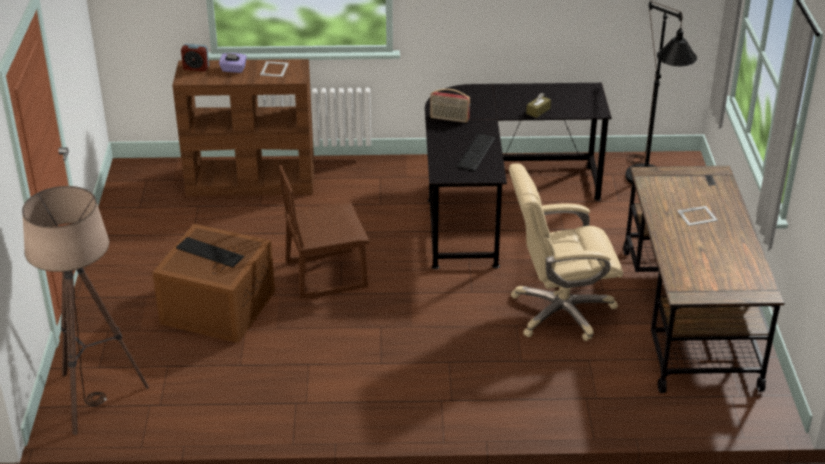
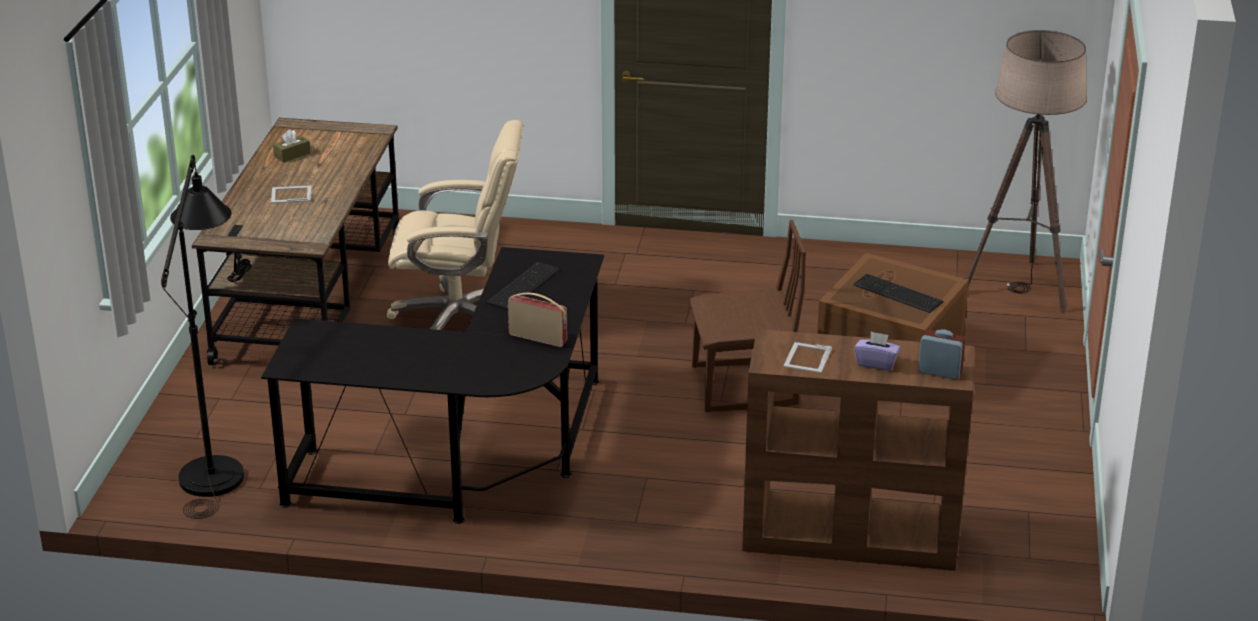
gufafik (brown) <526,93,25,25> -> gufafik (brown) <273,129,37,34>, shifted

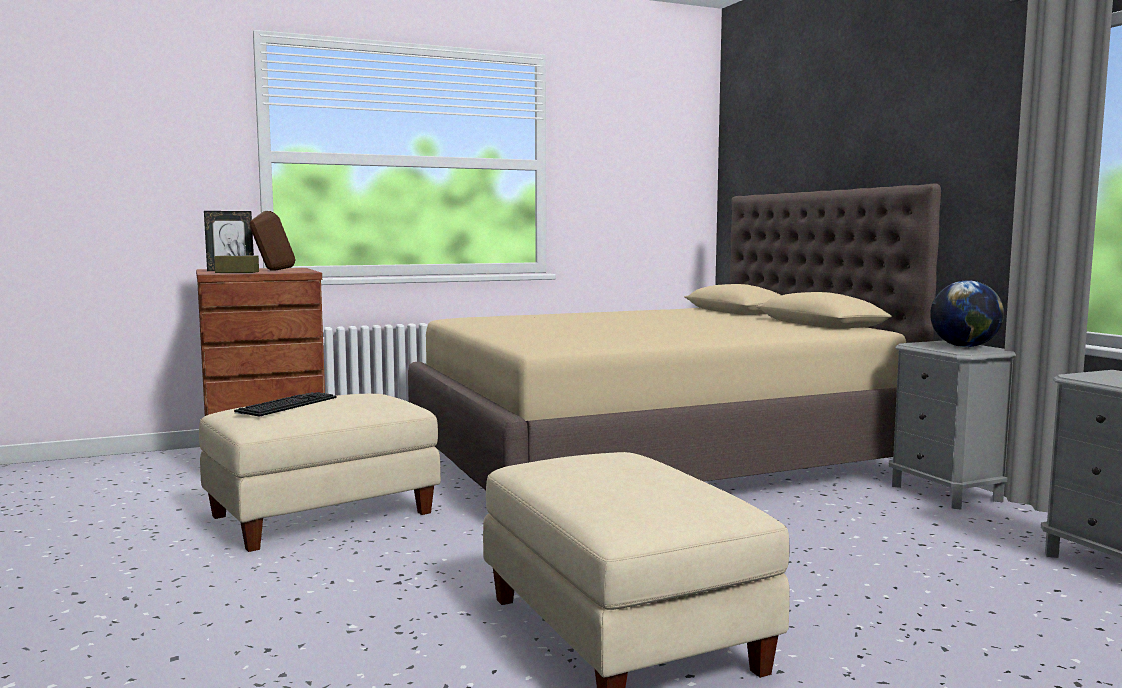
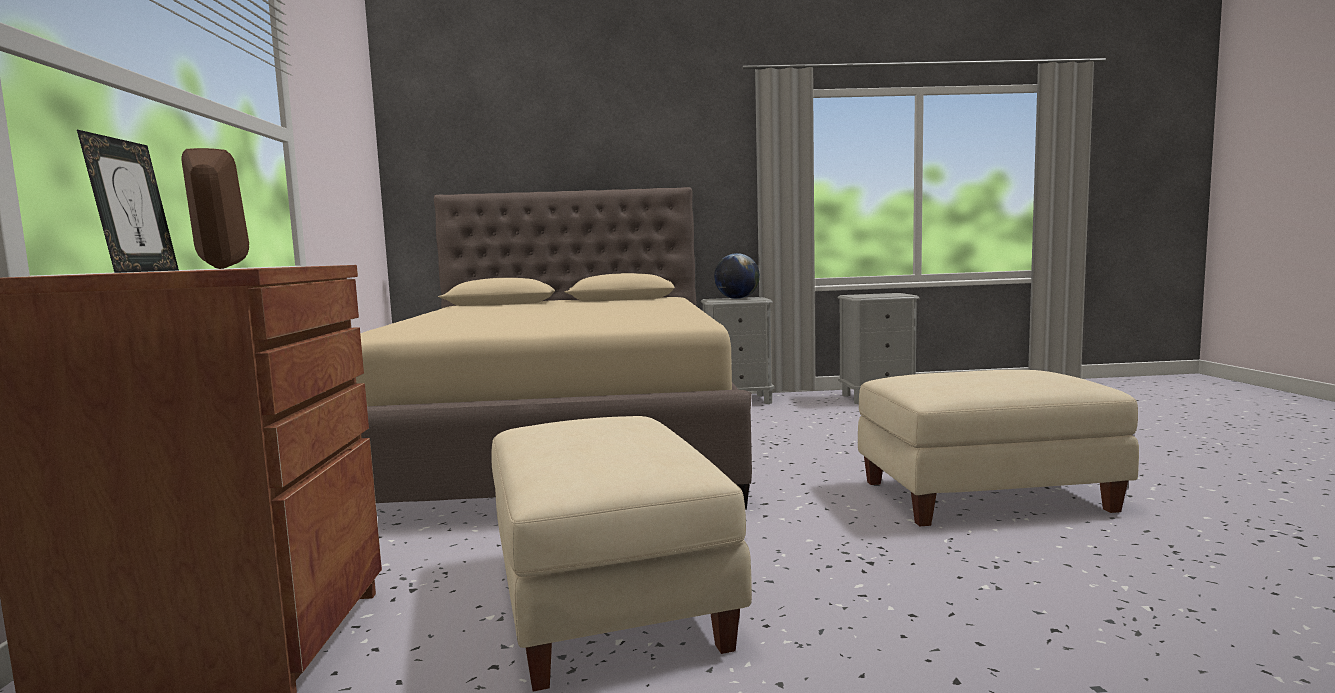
gufafik (brown) <214,240,45,33> -> none
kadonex <234,392,102,25> -> none

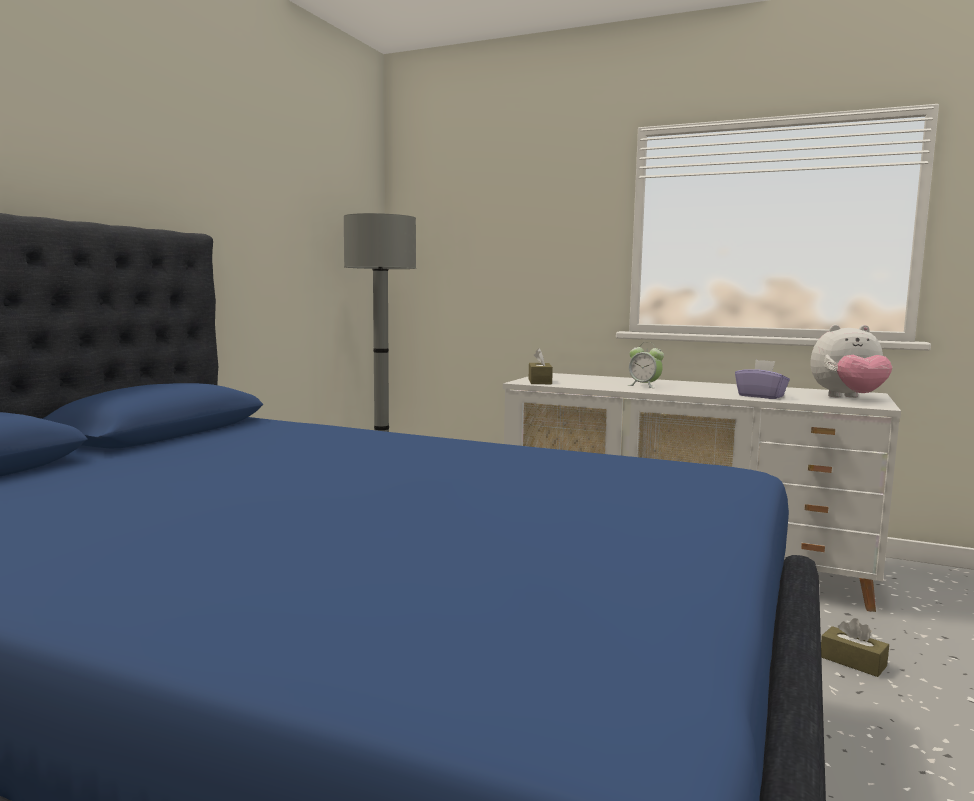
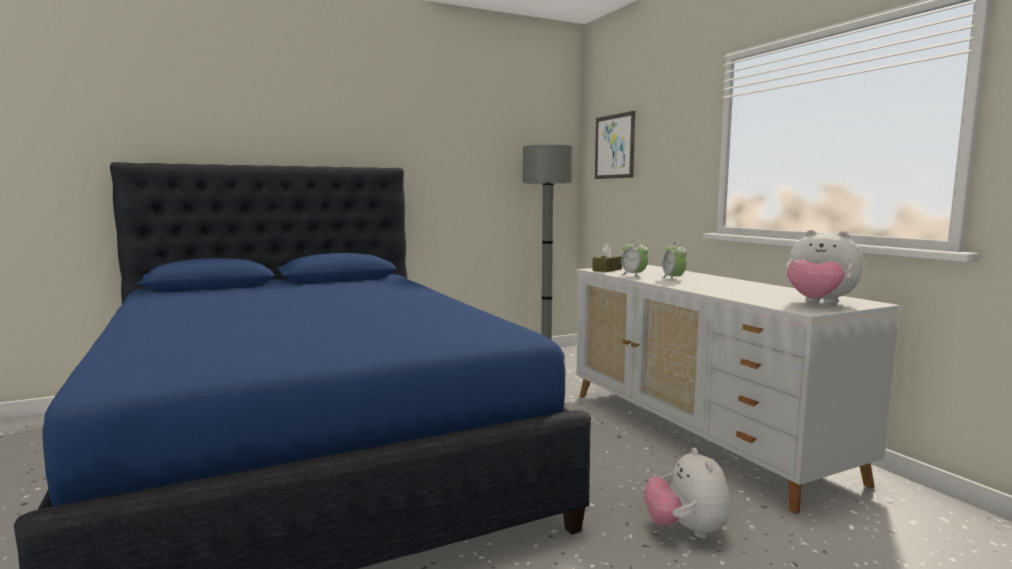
none -> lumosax <595,111,40,68>
none -> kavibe <621,240,27,38>
gufafik (brown) <821,618,68,59> -> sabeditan <644,448,87,91>
gufafik (purple) <735,360,55,39> -> none

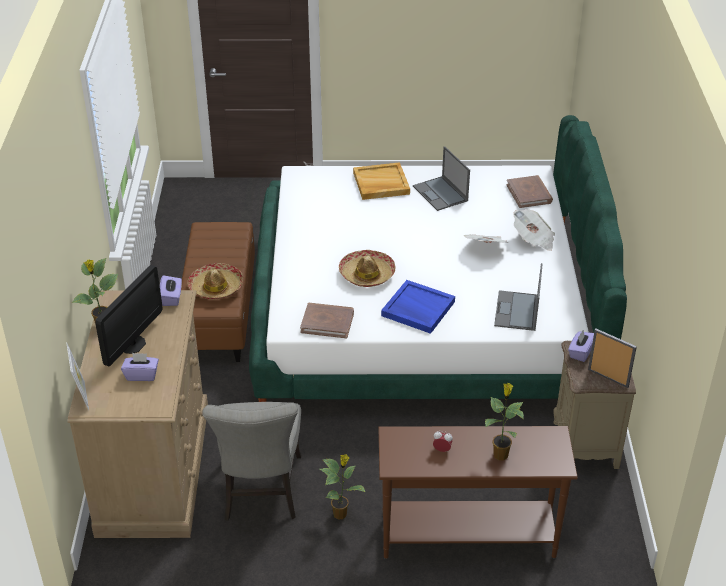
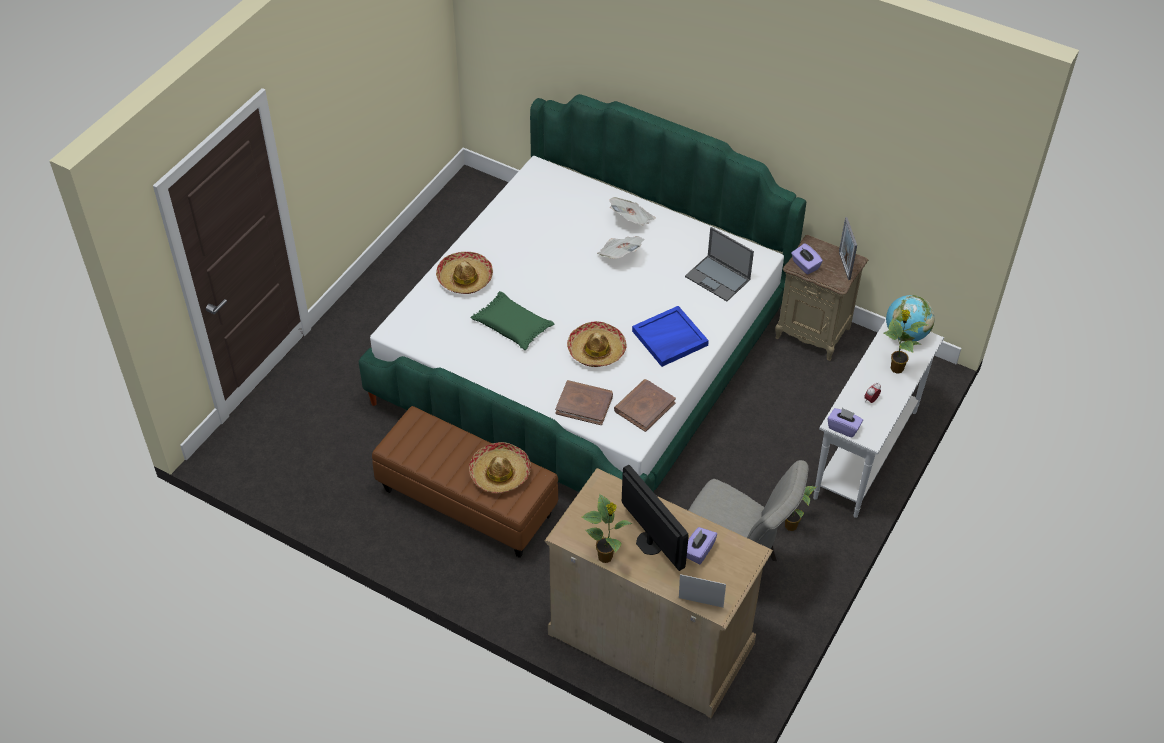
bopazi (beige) <353,162,57,38> -> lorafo <436,252,57,42>
none -> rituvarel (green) <470,291,84,59>
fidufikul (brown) <506,175,47,33> -> fidufikul (brown) <555,380,58,45>, shifted
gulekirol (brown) <379,426,199,133> -> gulekirol (white) <813,320,131,198>
gufafik (purple) <160,275,22,31> -> gufafik (purple) <827,408,36,30>, shifted
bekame <588,329,49,59> -> bekame <839,217,18,63>, 75 degrees counterclockwise
none -> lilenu <886,295,49,47>
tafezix <413,146,57,65> -> none

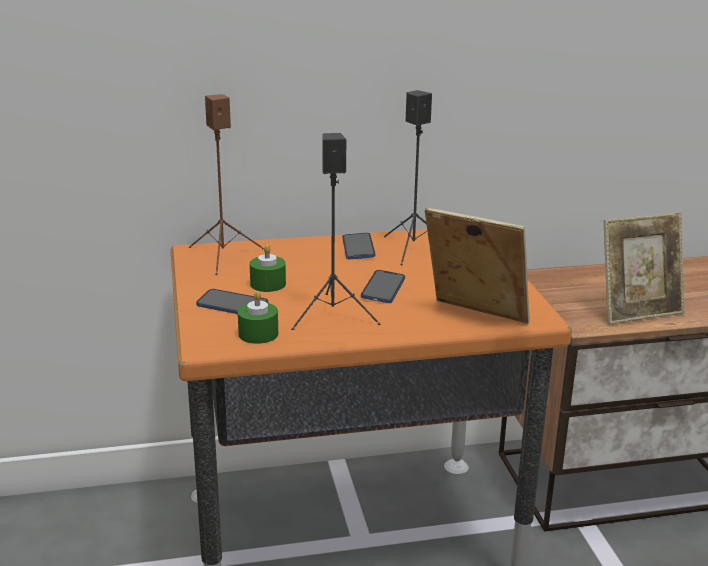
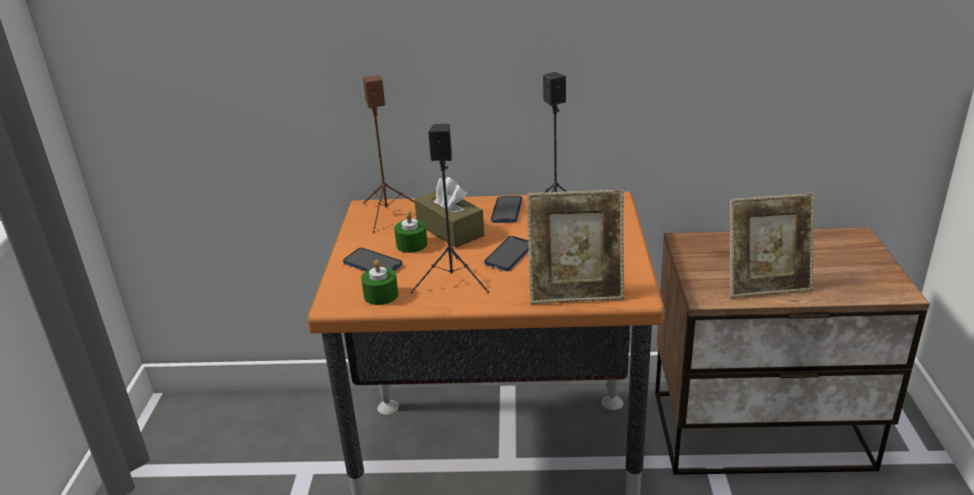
none -> gufafik (brown) <414,177,70,71>
bekame <425,208,105,116> -> bekame <527,190,97,114>, 135 degrees clockwise

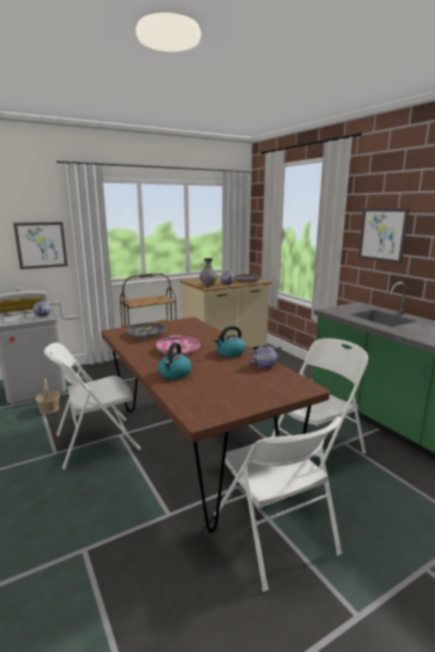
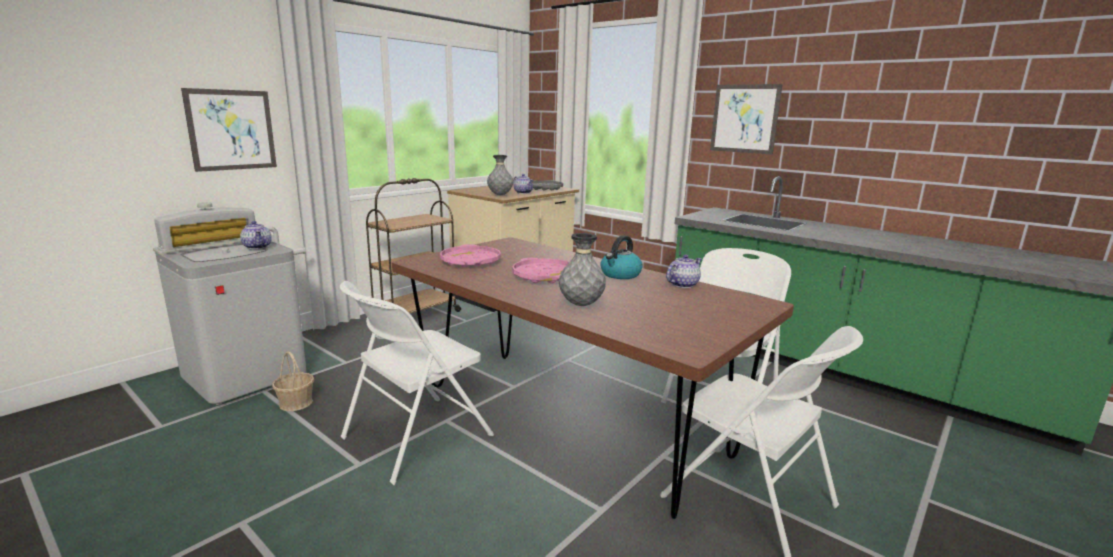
bopazi (grey) <126,322,40,16> -> bopazi (pink) <440,244,61,23>
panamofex <158,343,34,36> -> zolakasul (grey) <559,233,47,73>

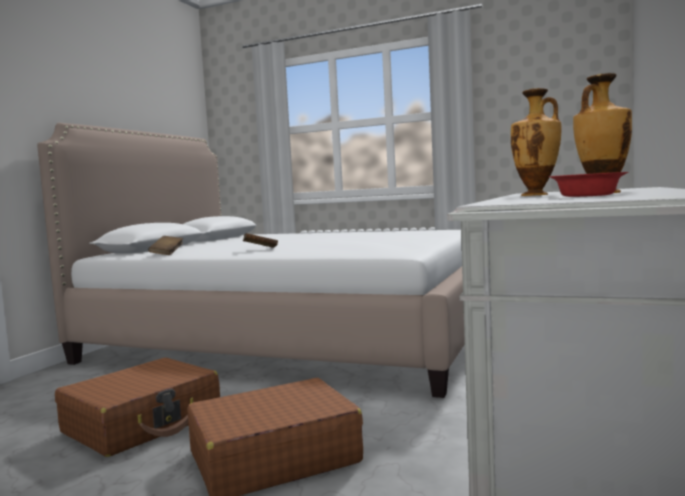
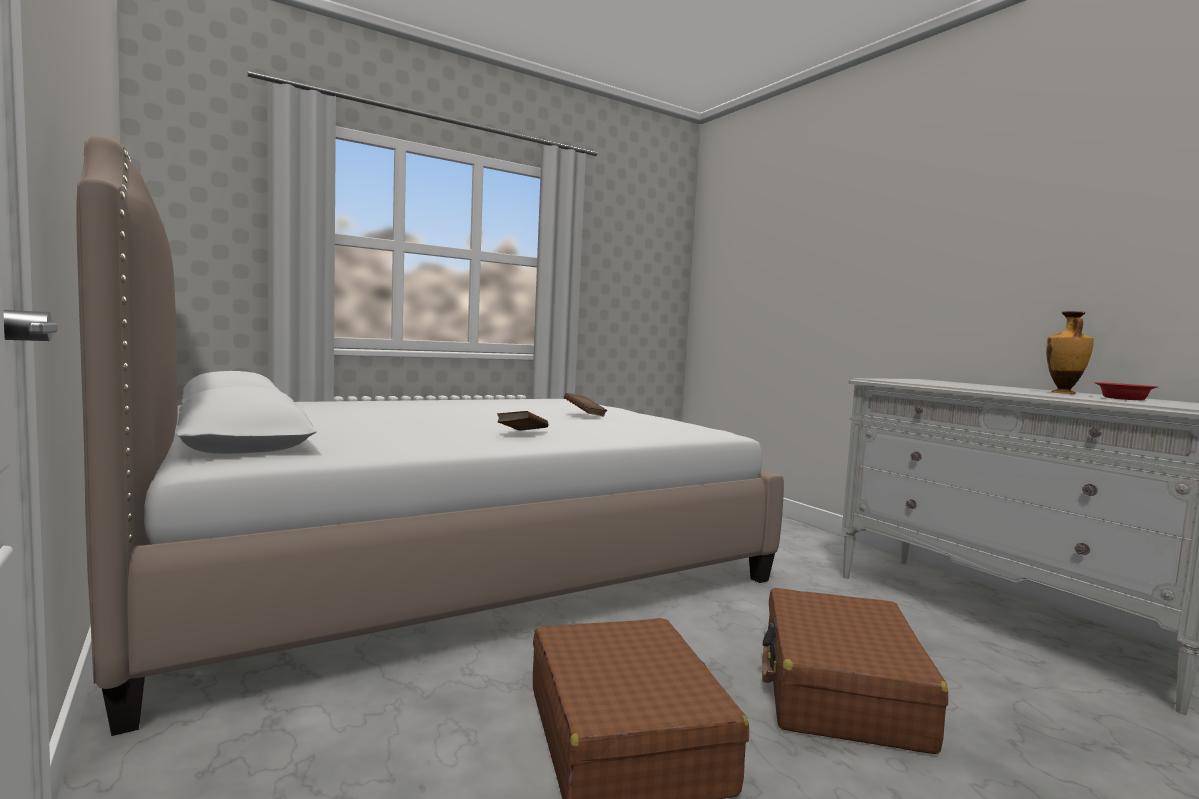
fidufikul (brown) <148,236,35,19> -> fidufikul (brown) <564,393,43,23>, shifted
zolakasul <511,88,50,108> -> none

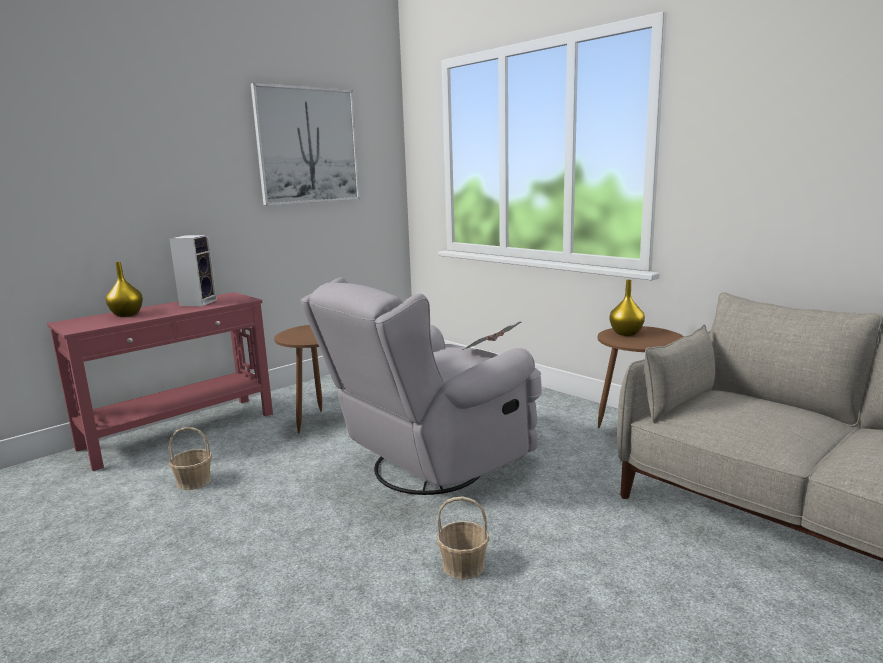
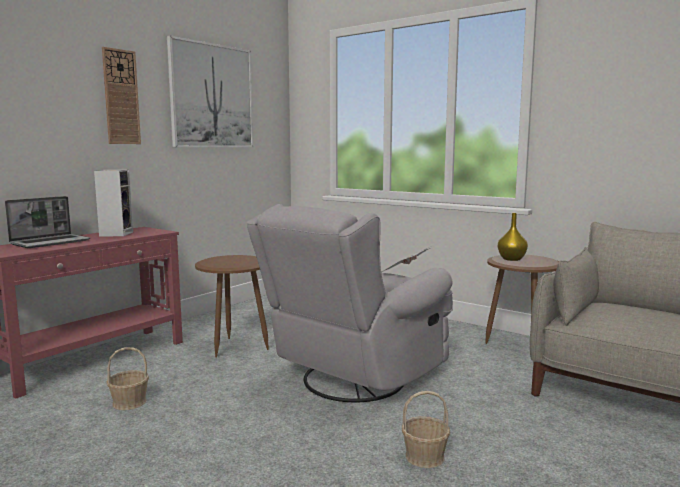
zolakasul (yellow) <106,262,37,55> -> tafezix <5,196,85,52>
none -> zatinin <102,47,39,97>

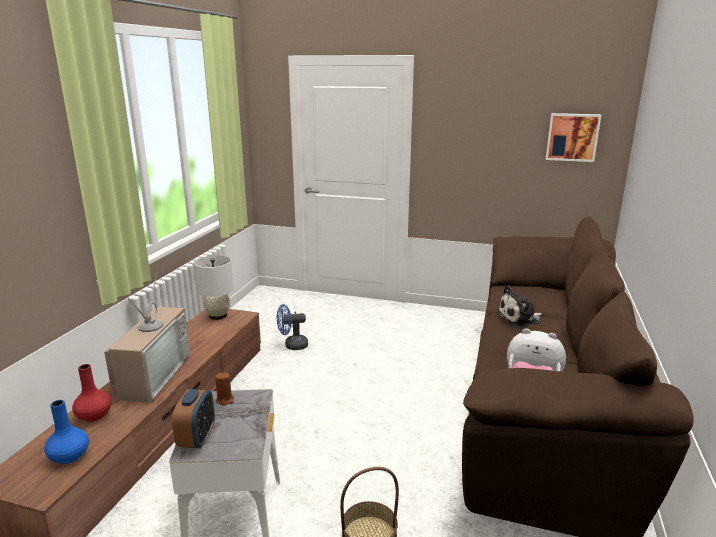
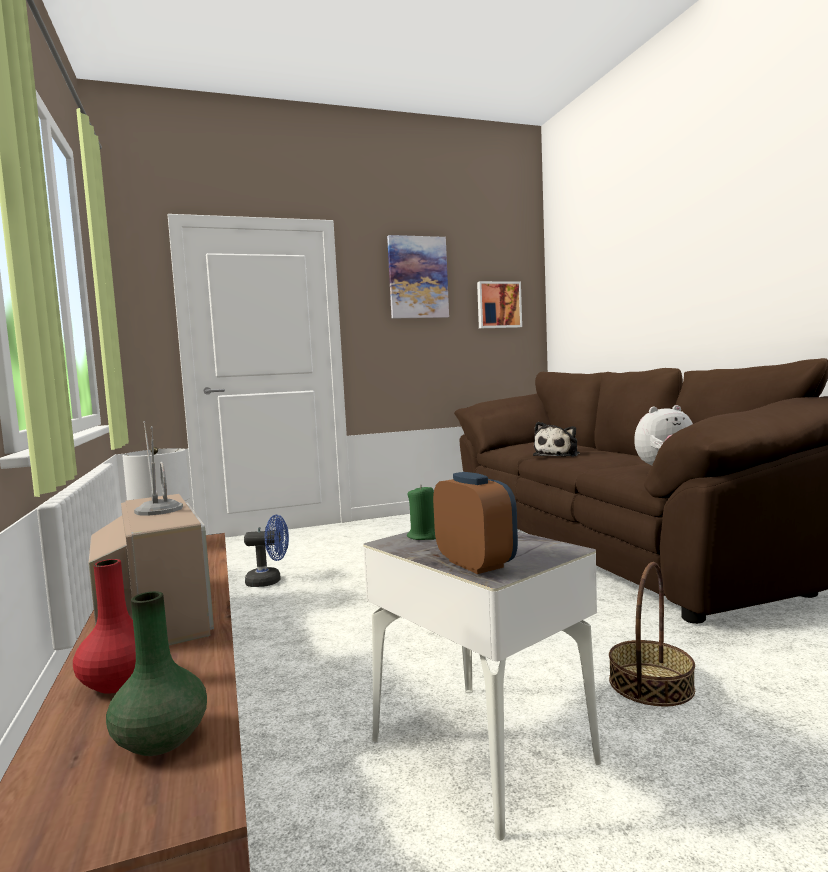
zolakasul (blue) <44,400,45,64> -> zolakasul (green) <106,591,101,165>
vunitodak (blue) <277,304,31,46> -> vunitodak (blue) <244,515,45,72>, 135 degrees counterclockwise
none -> lumosax <387,235,62,84>
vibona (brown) <215,372,19,34> -> vibona (green) <407,485,29,55>

